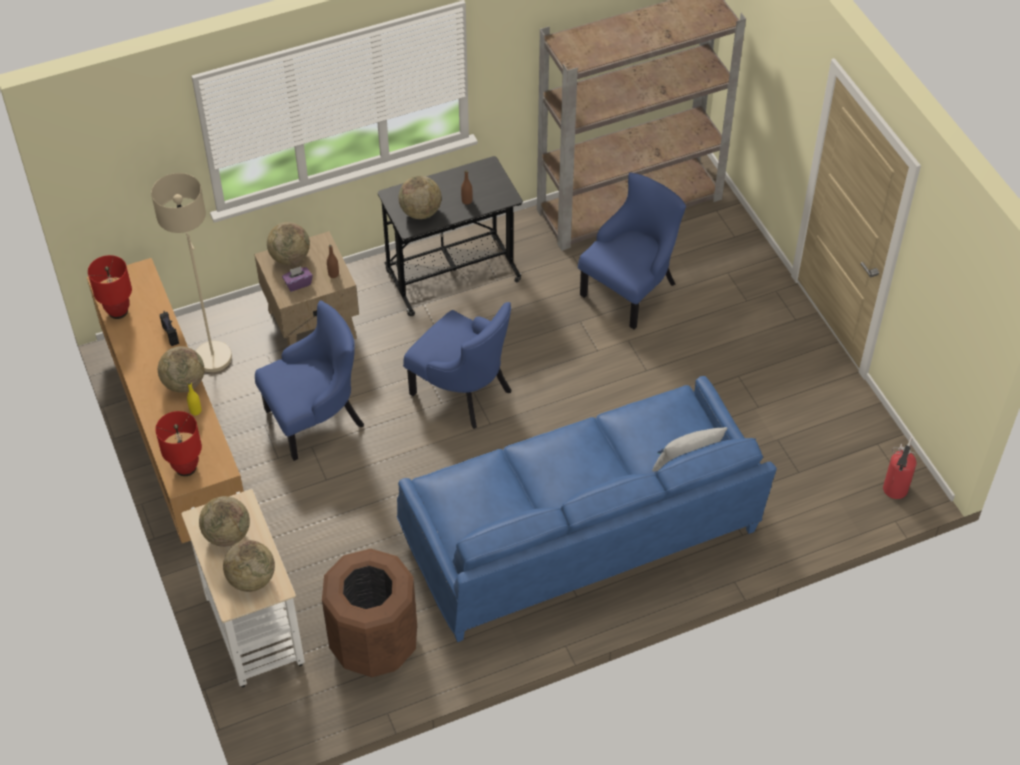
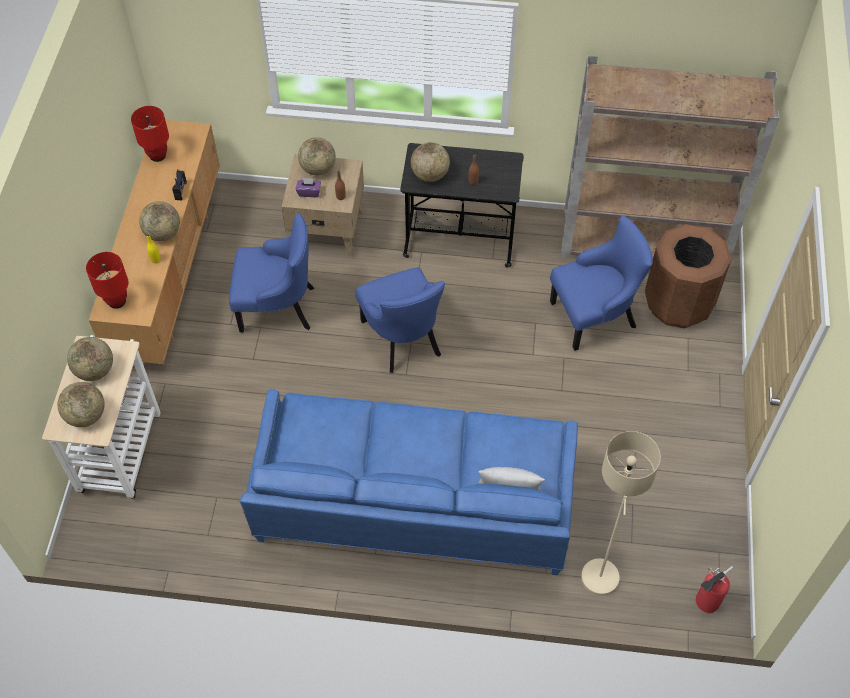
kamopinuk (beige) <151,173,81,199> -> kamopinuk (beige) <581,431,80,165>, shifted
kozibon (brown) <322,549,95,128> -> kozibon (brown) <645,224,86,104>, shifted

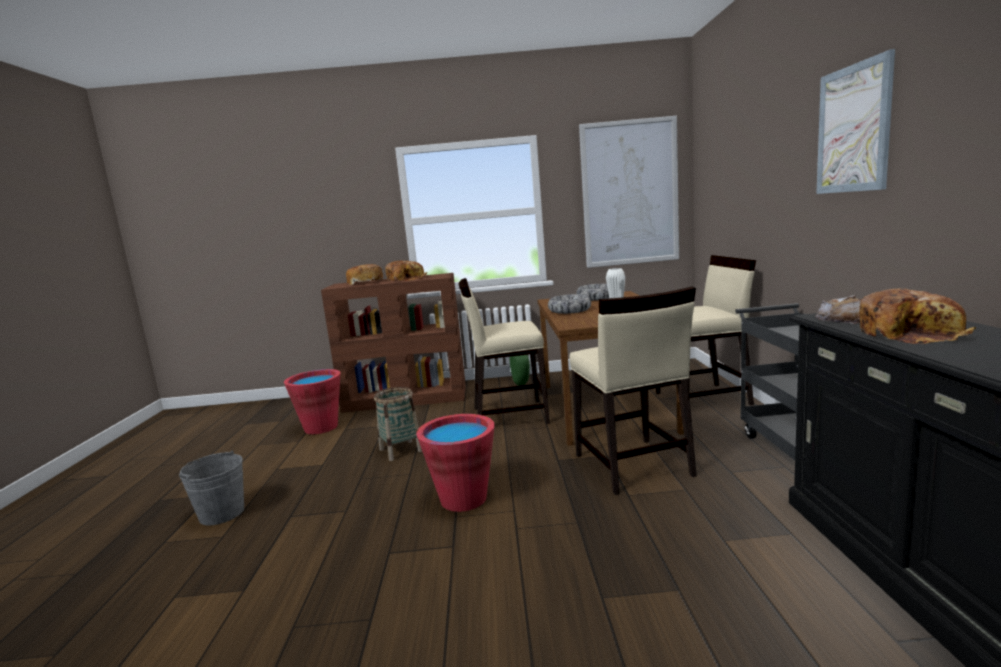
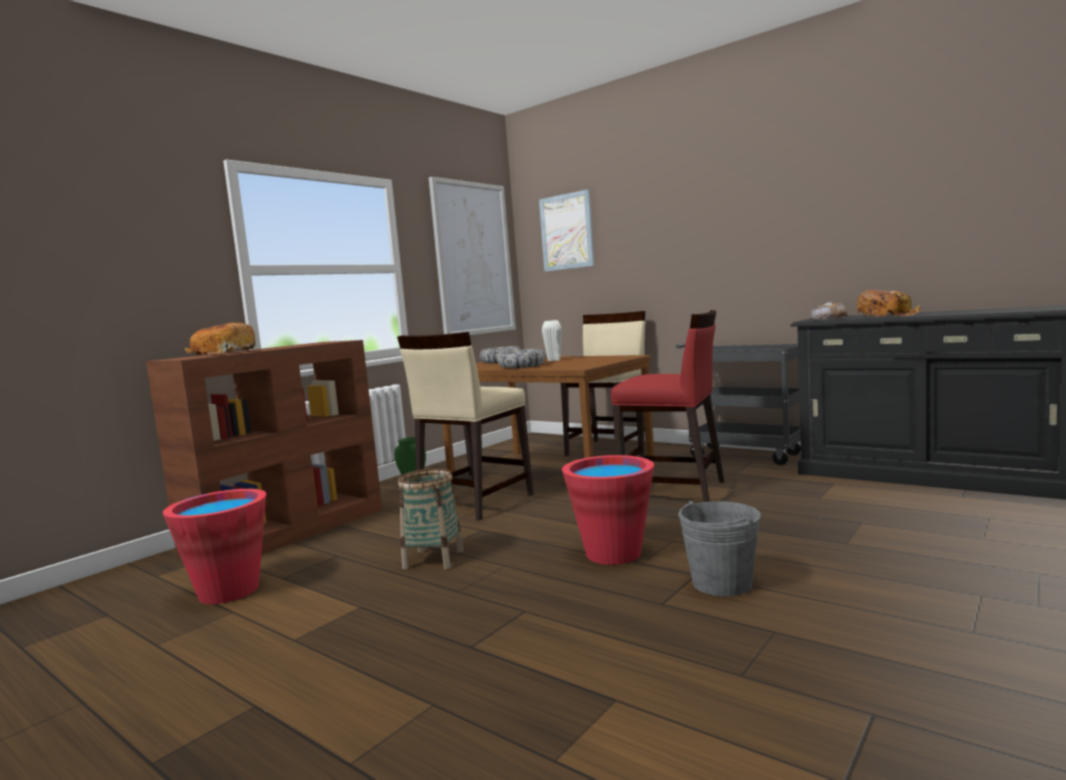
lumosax <816,49,79,145> -> lumosax <539,189,55,83>, shifted
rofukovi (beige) <569,287,128,208> -> rofukovi (red) <611,310,113,192>
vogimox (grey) <179,451,65,74> -> vogimox (grey) <678,500,83,96>, shifted
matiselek <385,261,42,20> -> none

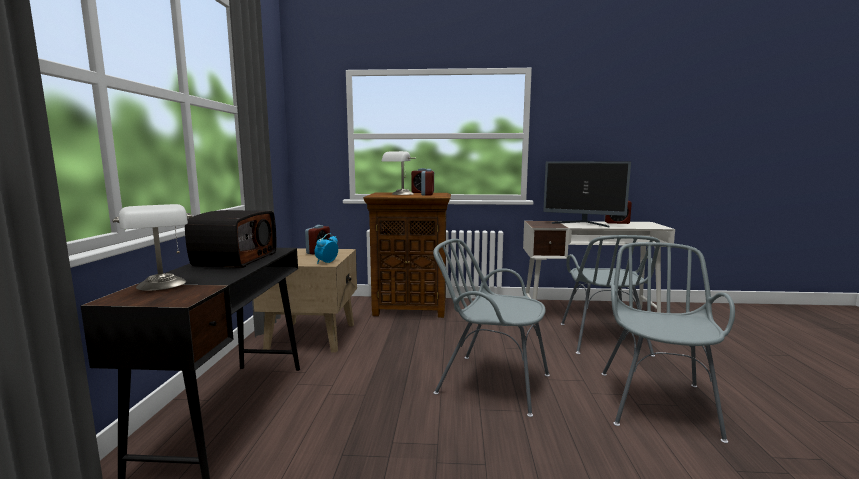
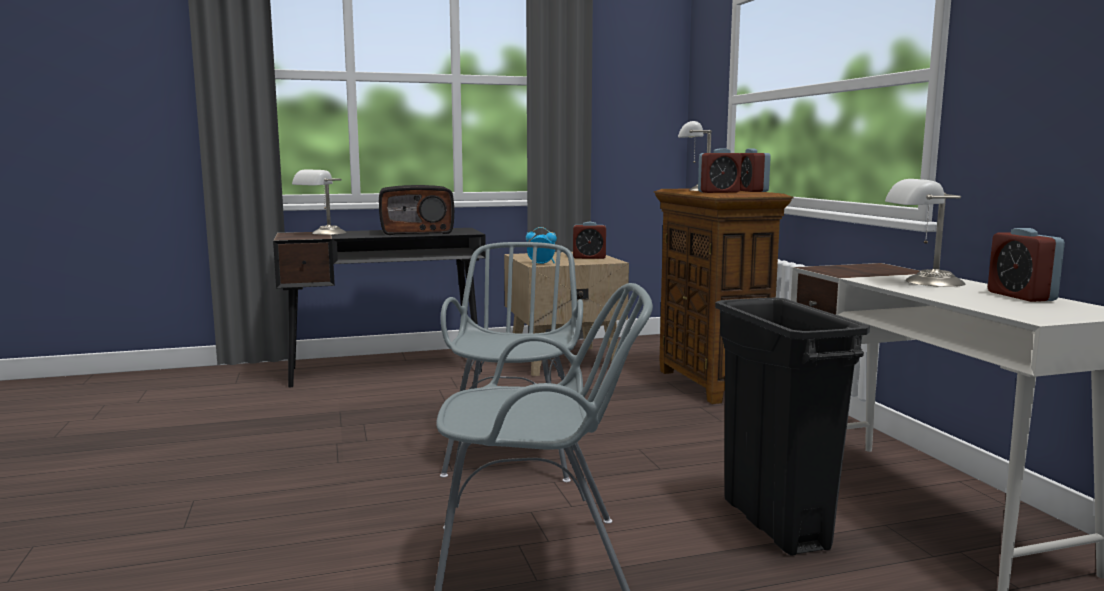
rofukovi (grey) <561,235,99,122> -> kozibon (black) <715,298,155,258>
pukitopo <543,162,88,66> -> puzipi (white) <885,179,80,108>

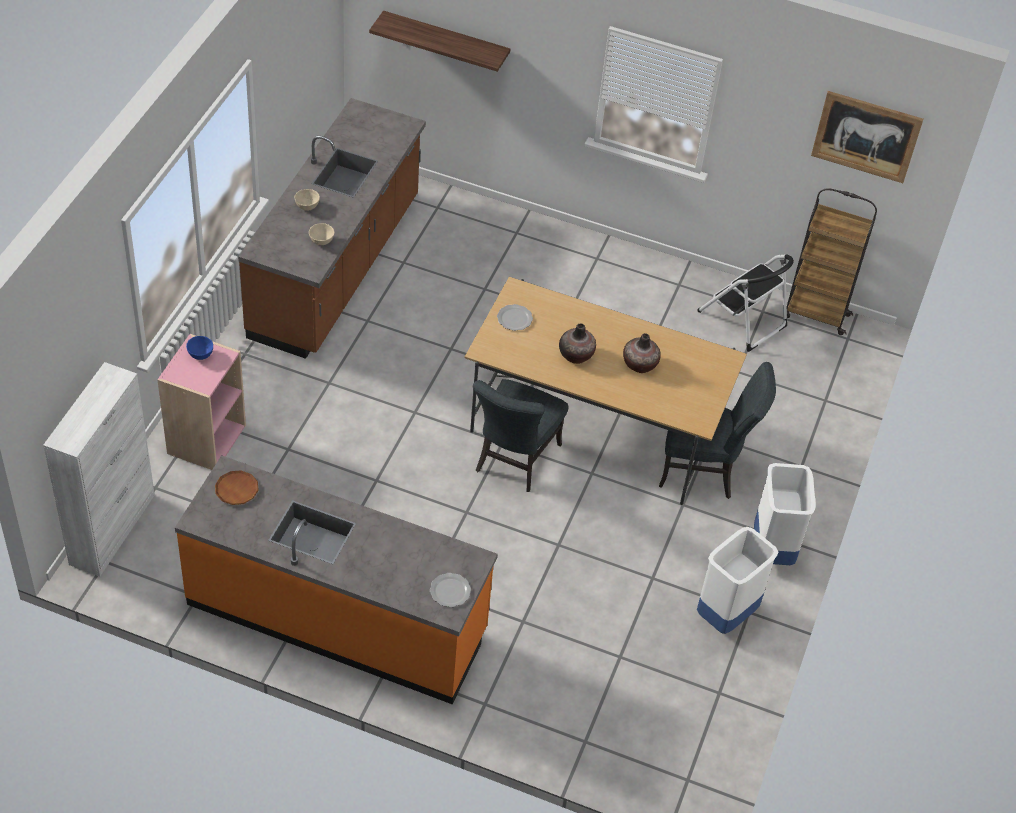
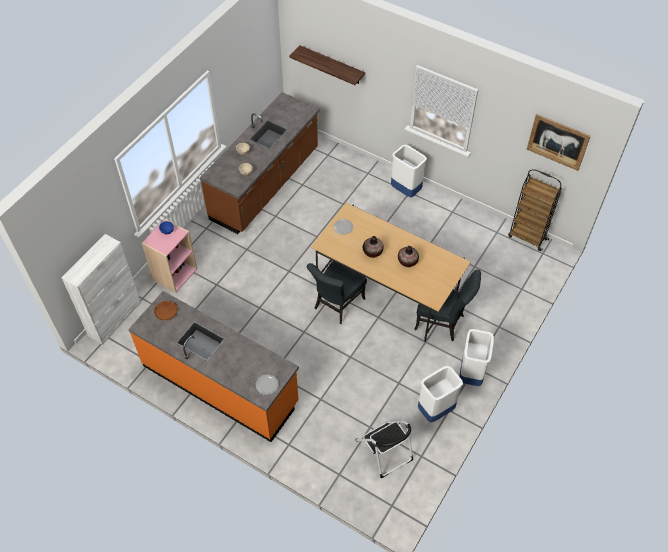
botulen <697,254,97,98> -> botulen <355,421,58,57>, shifted
none -> kozibon (white) <391,145,36,52>

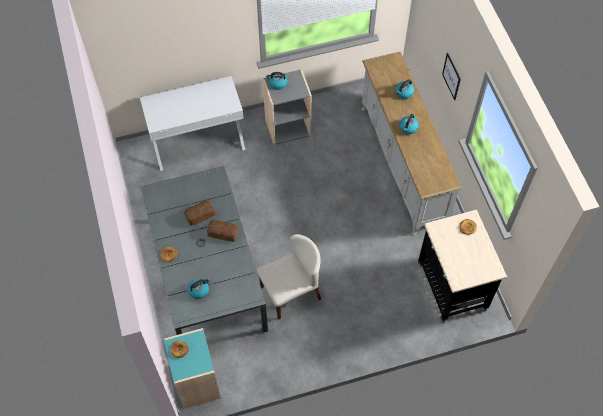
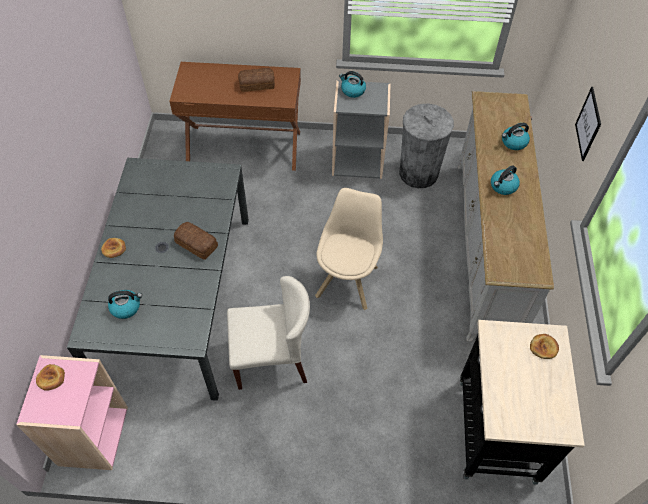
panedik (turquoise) <164,328,57,81> -> panedik (pink) <16,355,112,115>
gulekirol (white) <140,76,105,95> -> gulekirol (brown) <169,62,132,109>
matiselek <184,200,32,26> -> matiselek <238,68,37,24>, shifted
none -> rofukovi (beige) <315,188,68,122>
none -> kozibon (grey) <399,104,55,84>

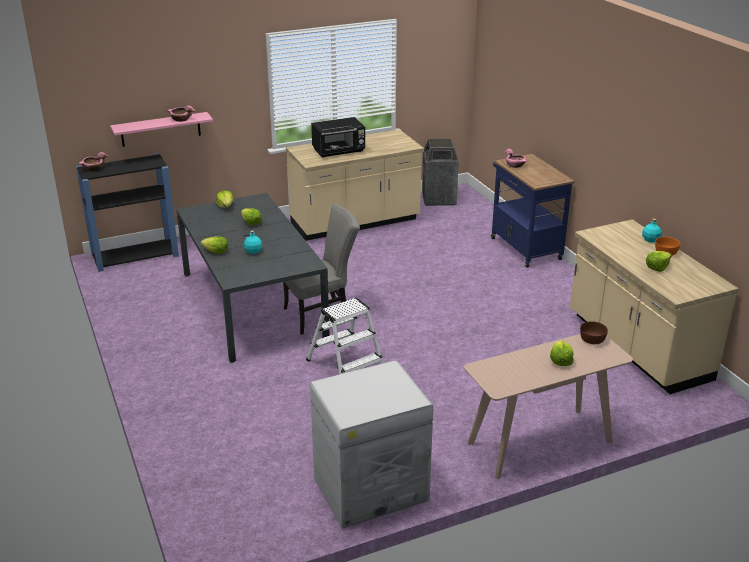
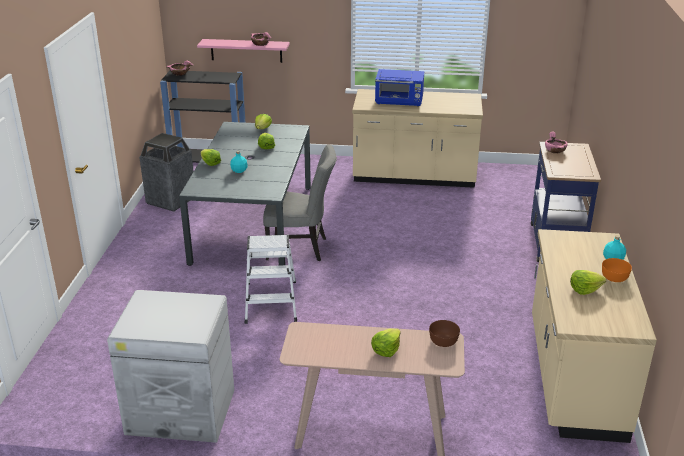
kozibon <422,139,37,67> -> kozibon <139,133,55,78>, shifted
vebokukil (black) <311,117,54,41> -> vebokukil (blue) <375,69,49,37>

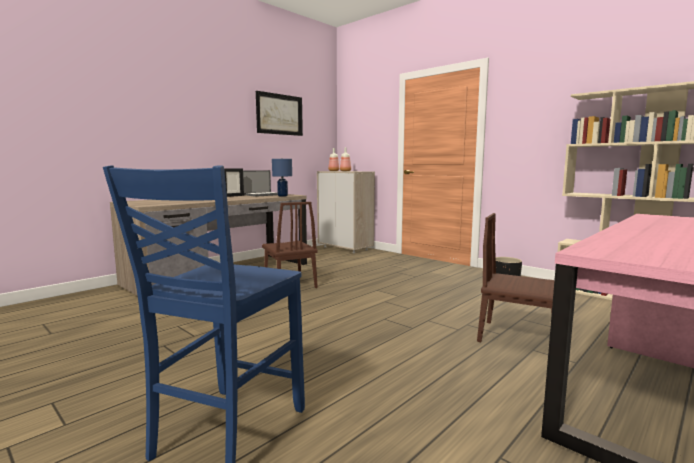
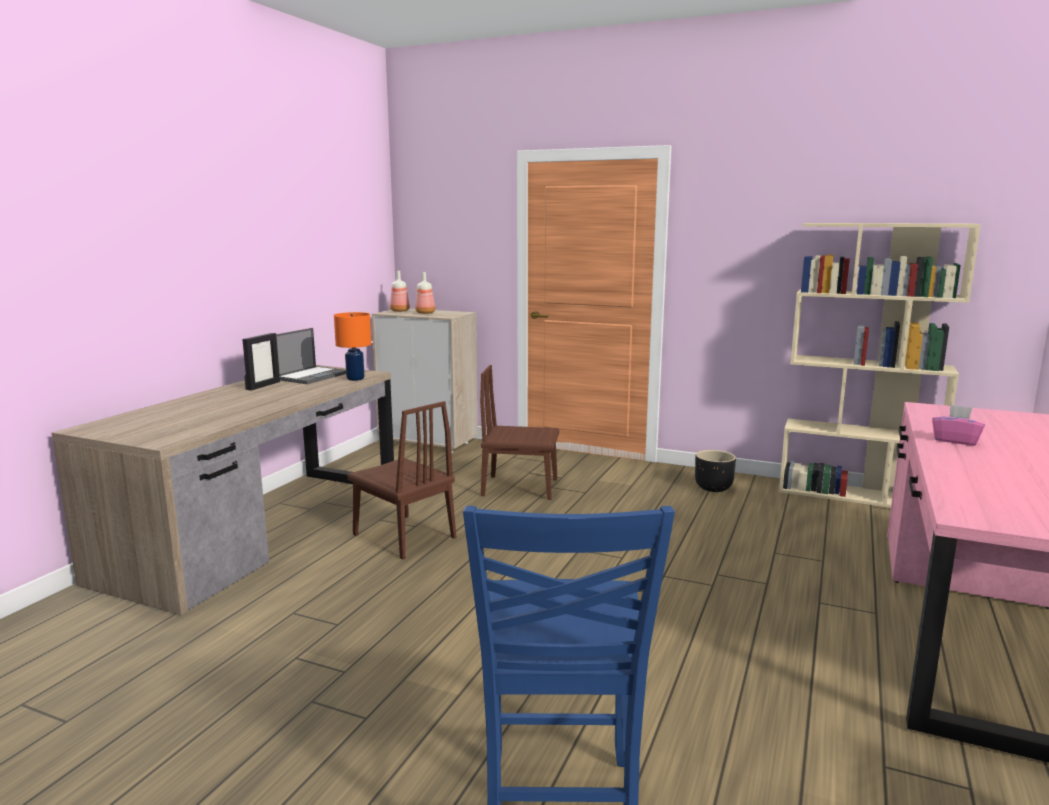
puzipi (blue) <272,158,20,39> -> puzipi (orange) <334,312,37,69>
rofukovi (brown) <477,213,77,129> -> rofukovi (brown) <480,365,80,135>, shifted
none -> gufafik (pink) <932,405,53,41>
lumosax <256,91,47,45> -> none

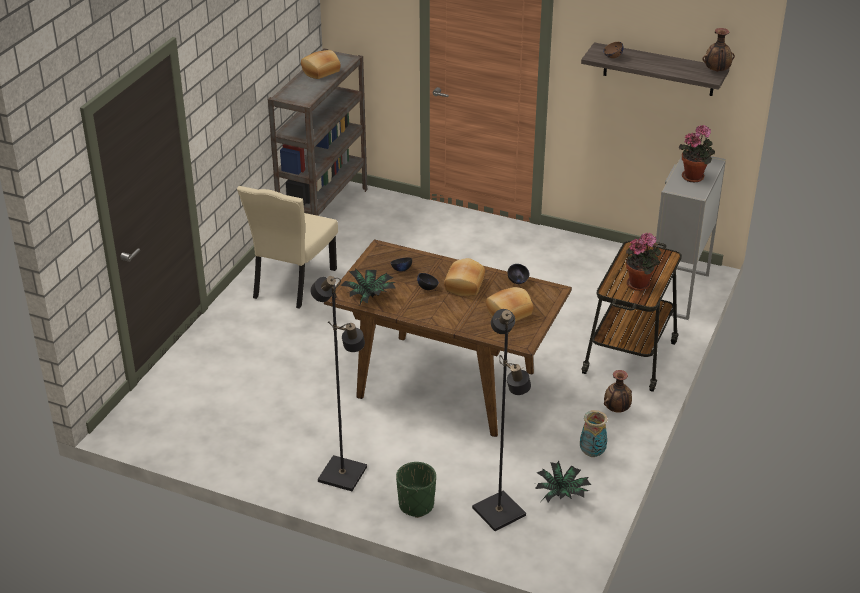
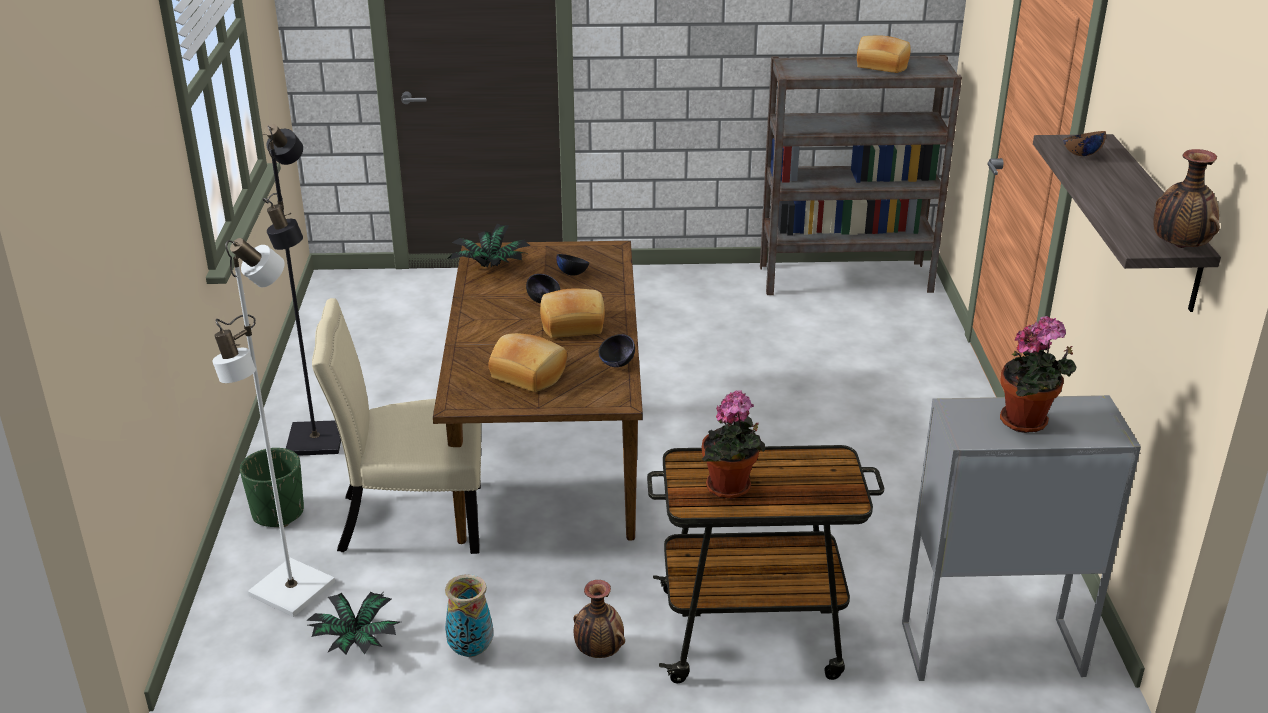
kamopinuk (black) <472,309,59,222> -> kamopinuk (white) <212,238,123,379>
rofukovi (beige) <237,186,101,123> -> rofukovi (beige) <312,298,169,256>, shifted

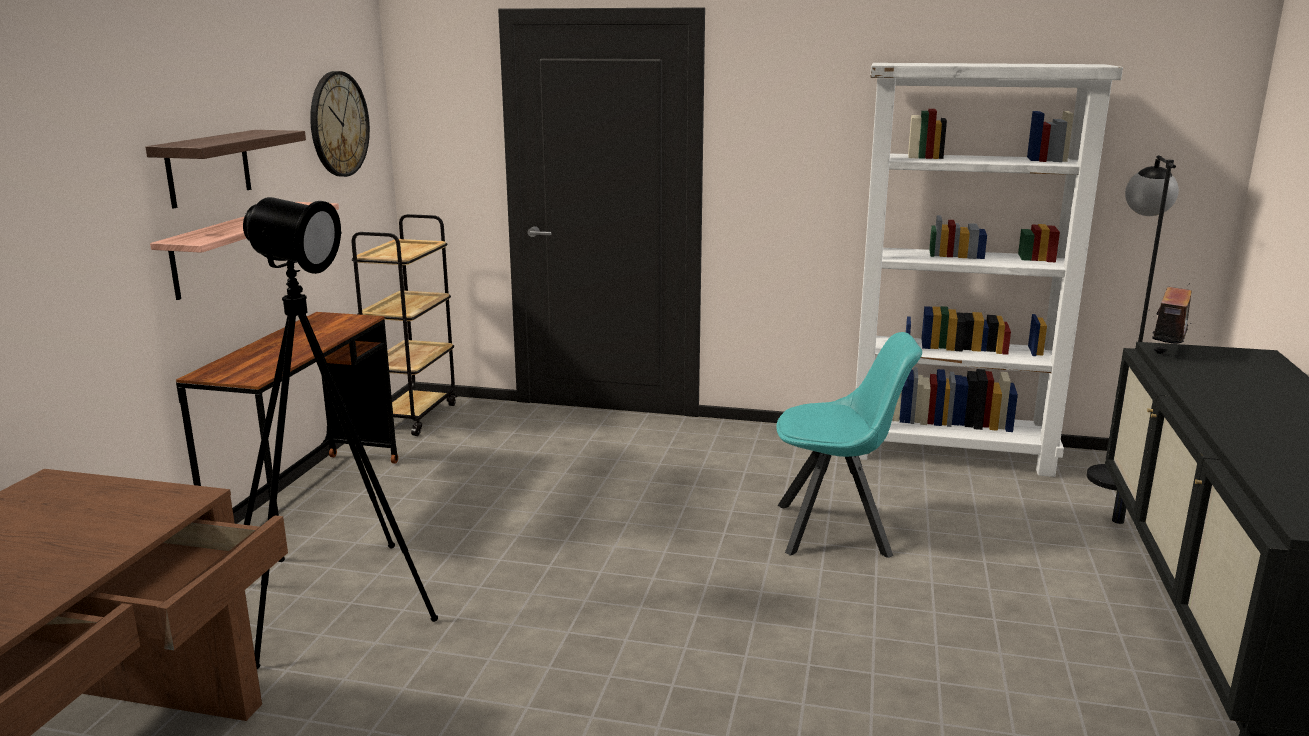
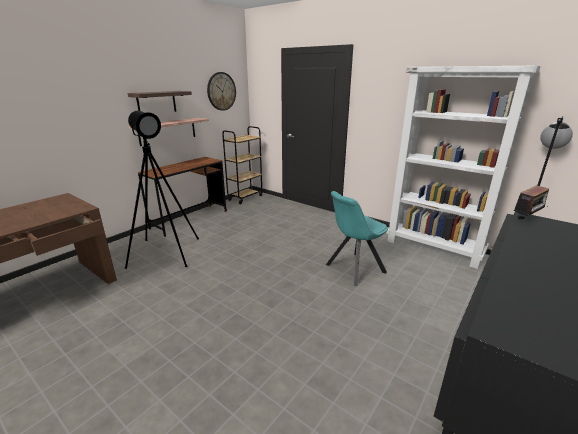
rofukovi (turquoise) <776,332,146,226> -> rofukovi (turquoise) <326,191,62,95>, 120 degrees clockwise

